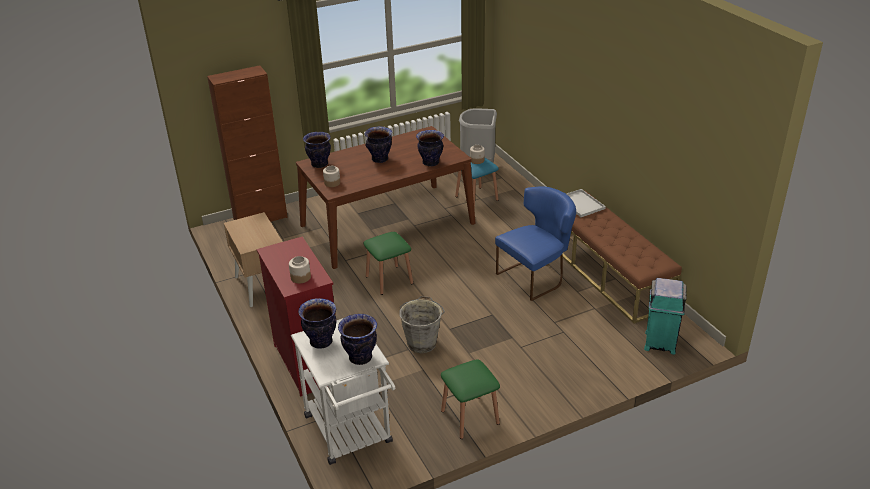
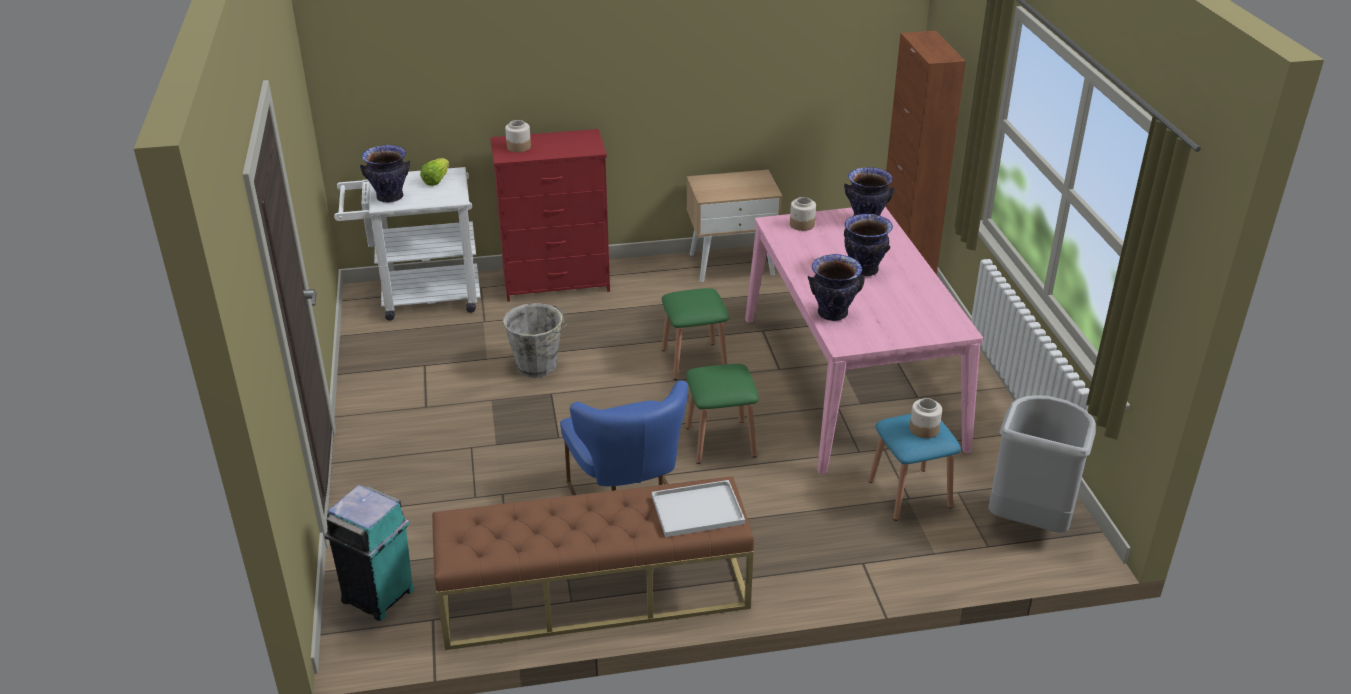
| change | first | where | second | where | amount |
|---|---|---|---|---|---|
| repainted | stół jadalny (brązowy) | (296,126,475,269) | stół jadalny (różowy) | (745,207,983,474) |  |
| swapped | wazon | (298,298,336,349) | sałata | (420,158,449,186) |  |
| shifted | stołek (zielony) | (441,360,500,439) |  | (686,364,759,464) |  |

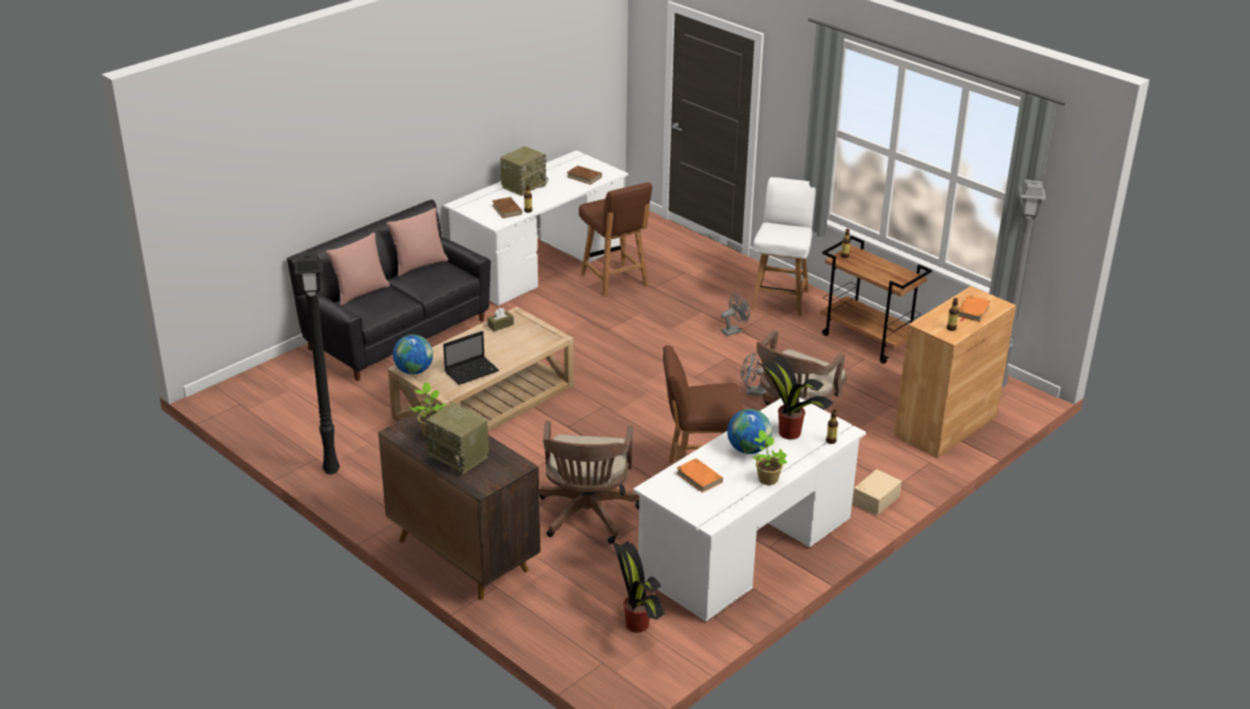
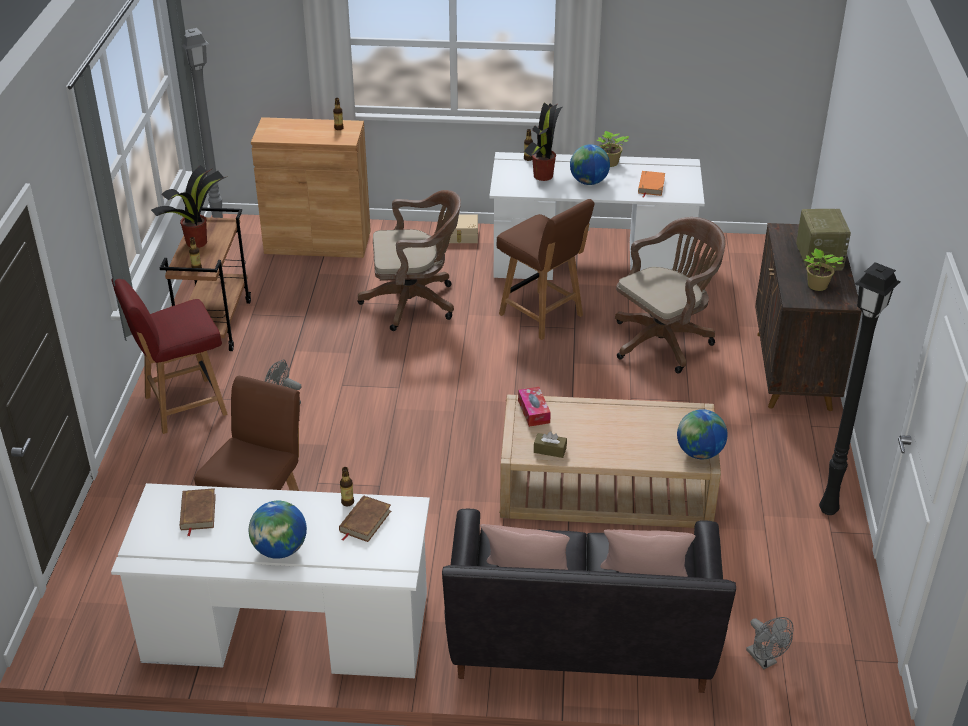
| change | first | where | second | where | amount |
|---|---|---|---|---|---|
| swapped | radio | (500,146,548,196) | globus | (249,501,307,559) |  |
| repainted | krzesło (biały) | (750,177,816,316) | krzesło (czerwony) | (111,279,228,434) |  |
| gone | książka (pomarańczowy) | (958,295,991,322) |  |  |  |
| gone | laptop | (443,331,499,385) |  |  |  |
| shifted | wentylator (szary) | (741,352,767,396) |  | (746,617,793,669) |  |
| shifted | roślina doniczkowa | (613,541,665,633) |  | (151,165,228,248) |  |
| new |  |  | pudełko chusteczek | (518,387,551,427) |  |

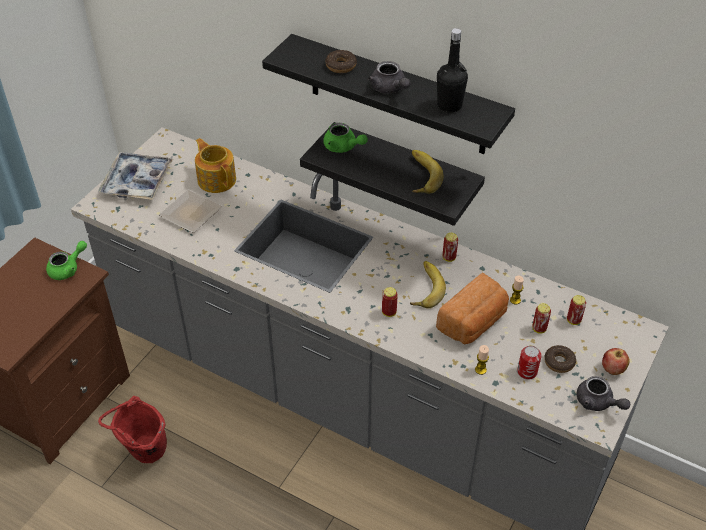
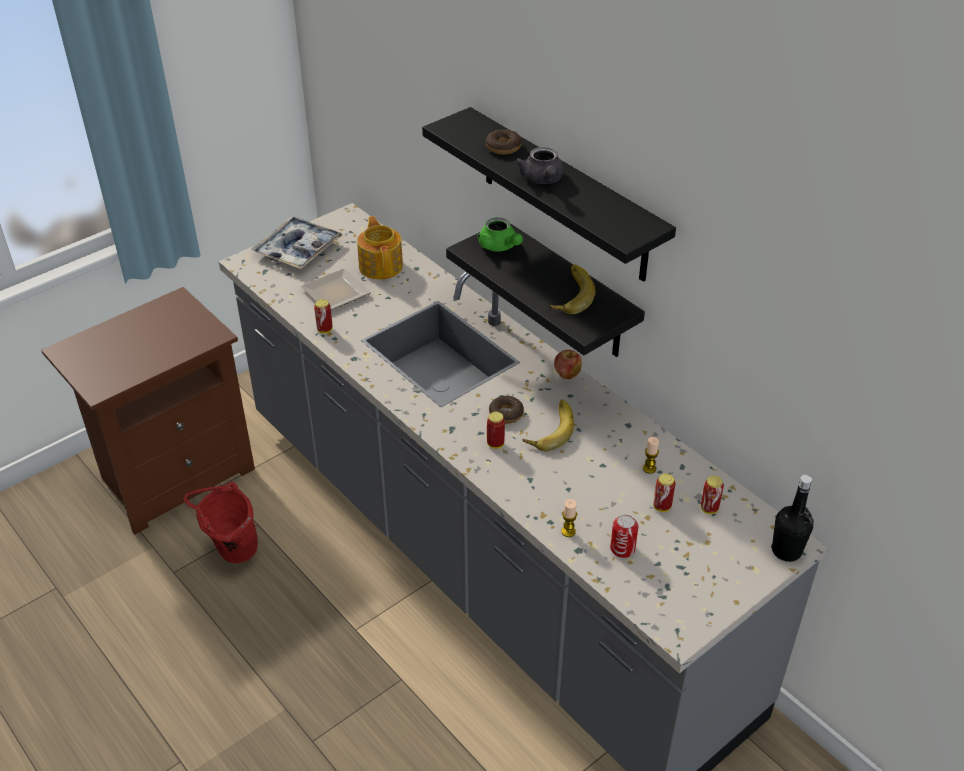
| change | first | where | second | where | amount |
|---|---|---|---|---|---|
| shifted | butelka (czarny) | (437,28,468,113) |  | (771,475,814,562) |  |
| shifted | puszka | (443,233,458,262) |  | (314,299,333,334) |  |
| gone | imbryk (zielony) | (46,241,87,280) |  |  |  |
| gone | chleb | (436,272,509,344) |  |  |  |
| shifted | donut | (544,345,576,373) |  | (489,396,524,424) |  |
| shifted | jabłko | (602,348,630,375) |  | (554,350,582,379) |  |
| gone | imbryk (szary) | (577,376,630,411) |  |  |  |

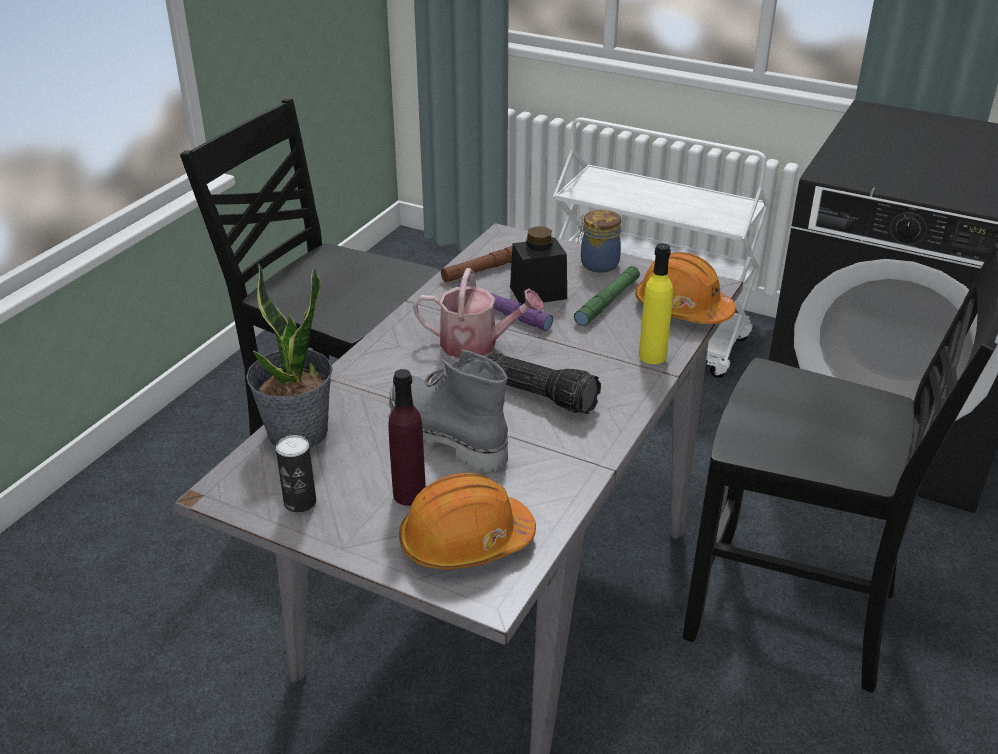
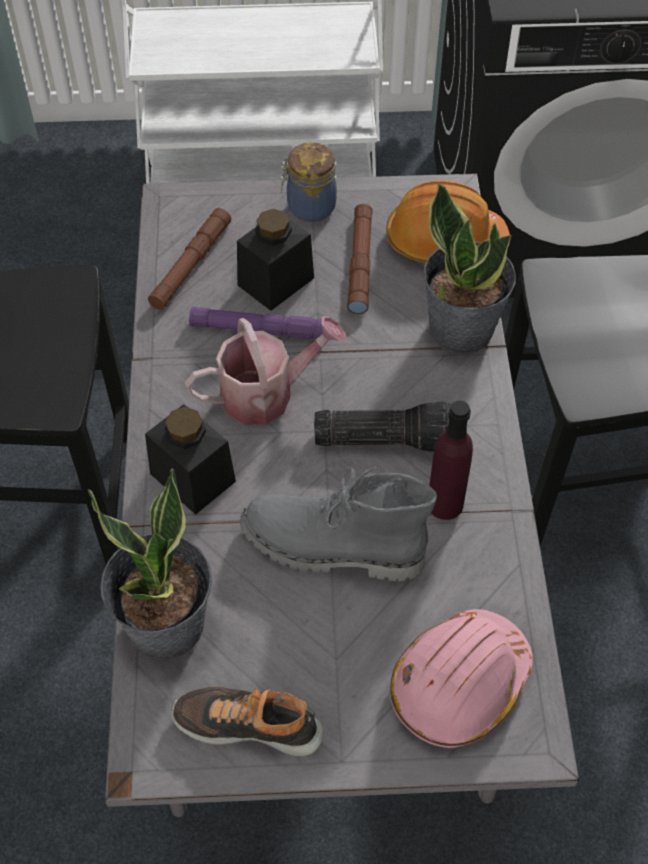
| change | first | where | second | where | amount |
|---|---|---|---|---|---|
| swapped | butelka (żółty) | (639,243,673,364) | roślina doniczkowa | (423,183,516,354) |  |
| repainted | latarka (zielony) | (574,266,640,326) | latarka (brązowy) | (347,204,373,314) |  |
| shifted | butelka (fioletowy) | (388,369,426,506) |  | (429,401,473,520) |  |
| swapped | puszka | (276,435,316,512) | but | (171,687,324,756) |  |
| repainted | kask (pomarańczowy) | (399,473,536,569) | kask (różowy) | (390,609,533,748) |  |
| new |  |  | słoik (czarny) | (145,404,236,515) |  |

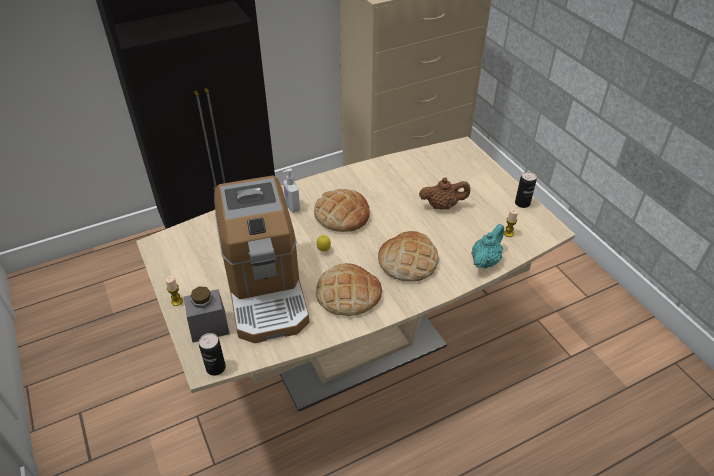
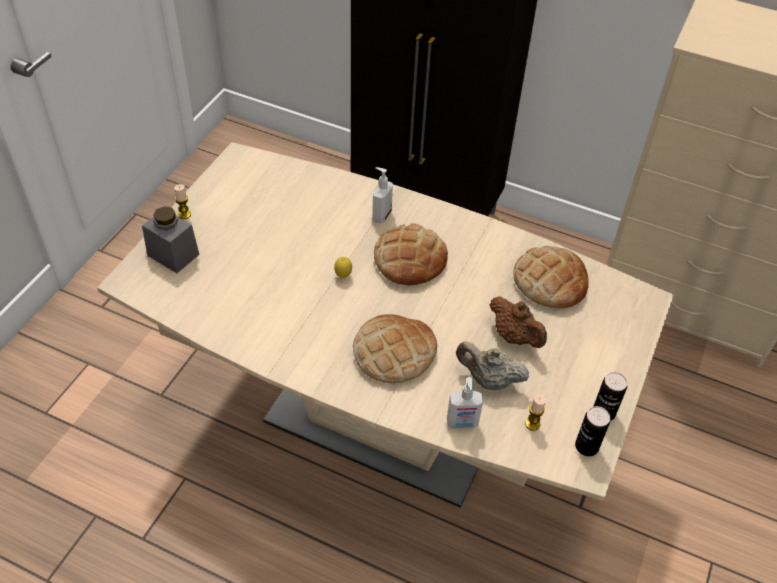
| change | first | where | second | where | amount |
|---|---|---|---|---|---|
| gone | ekspres do kawy | (214,176,309,343) |  |  |  |
| swapped | imbryk (turkusowy) | (471,224,504,269) | dozownik mydła | (447,377,483,429) |  |
| shifted | chleb | (316,263,382,316) |  | (514,246,589,308) |  |
| shifted | puszka | (199,333,226,376) |  | (575,406,610,456) |  |
| new |  |  | imbryk (beżowy) | (456,341,530,391) |  |

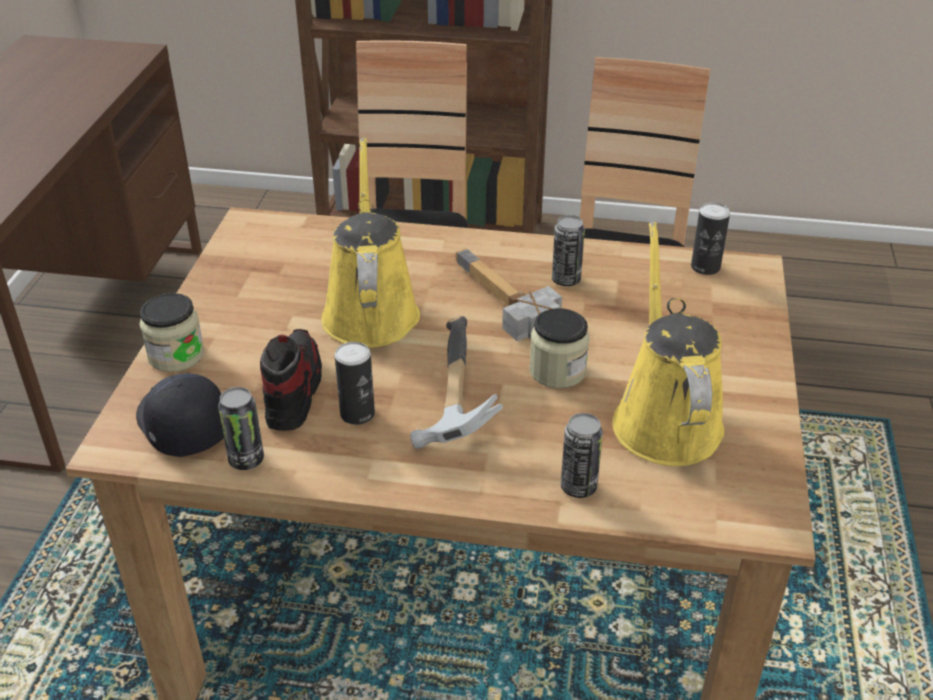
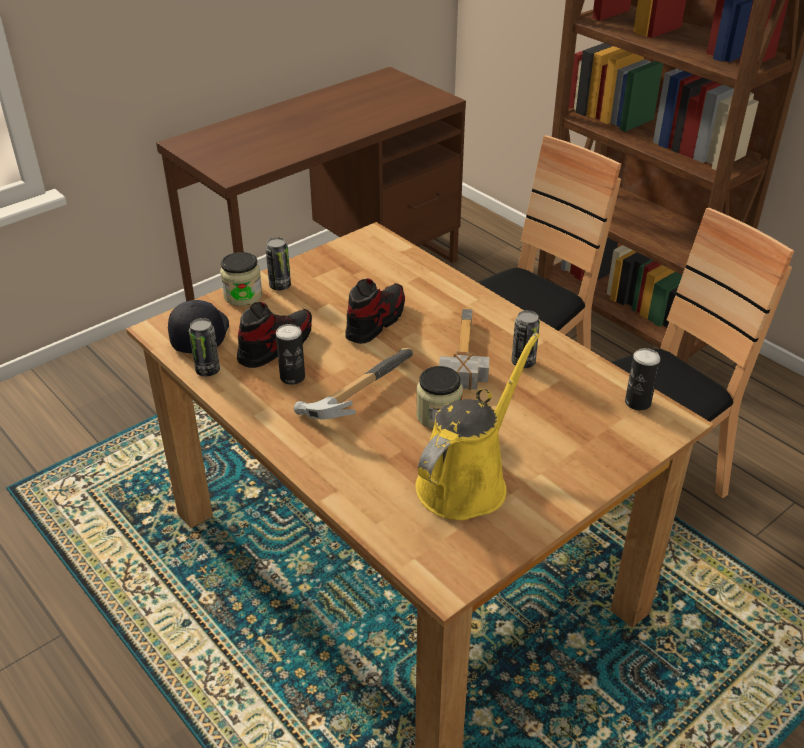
| change | first | where | second | where | amount |
|---|---|---|---|---|---|
| swapped | konewka (żółty) | (321,138,420,348) | but | (345,278,405,344) |  |
| shifted | puszka | (561,413,603,498) |  | (265,237,291,290) |  |

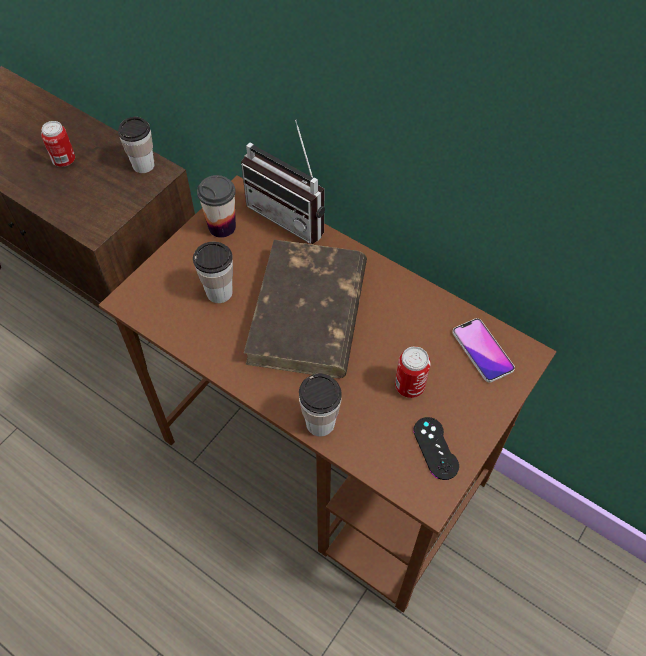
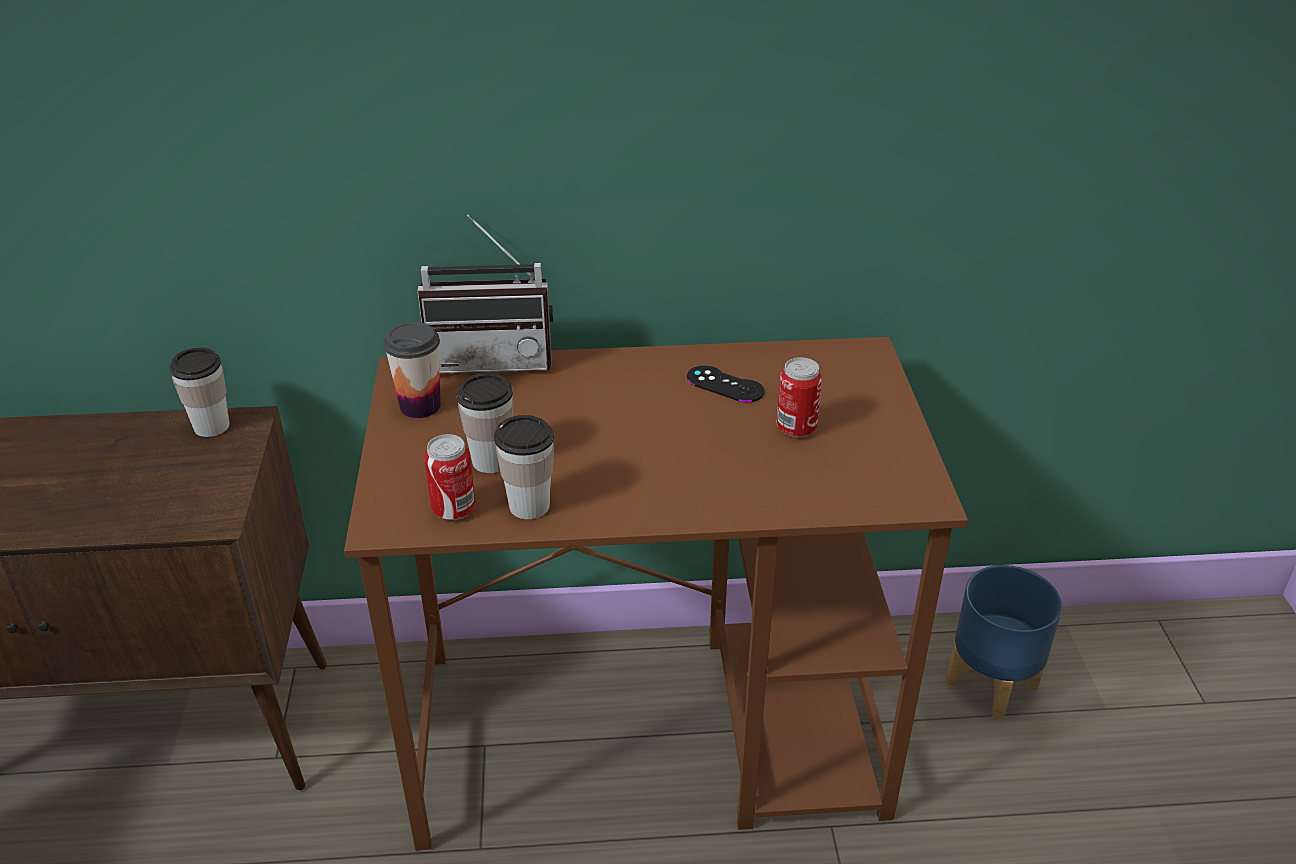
| change | first | where | second | where | amount |
|---|---|---|---|---|---|
| shifted | puszka | (41,121,75,167) |  | (424,434,475,520) |  |
| gone | książka (brązowy) | (244,239,367,378) |  |  |  |
| gone | telefon | (452,318,515,383) |  |  |  |
| shifted | filiżanka | (299,374,342,436) |  | (494,415,554,519) |  |
| shifted | pad do gier (czarny) | (413,417,459,480) |  | (687,366,765,403) |  |
| new |  |  | donica (niebieski) | (946,565,1062,719) |  |

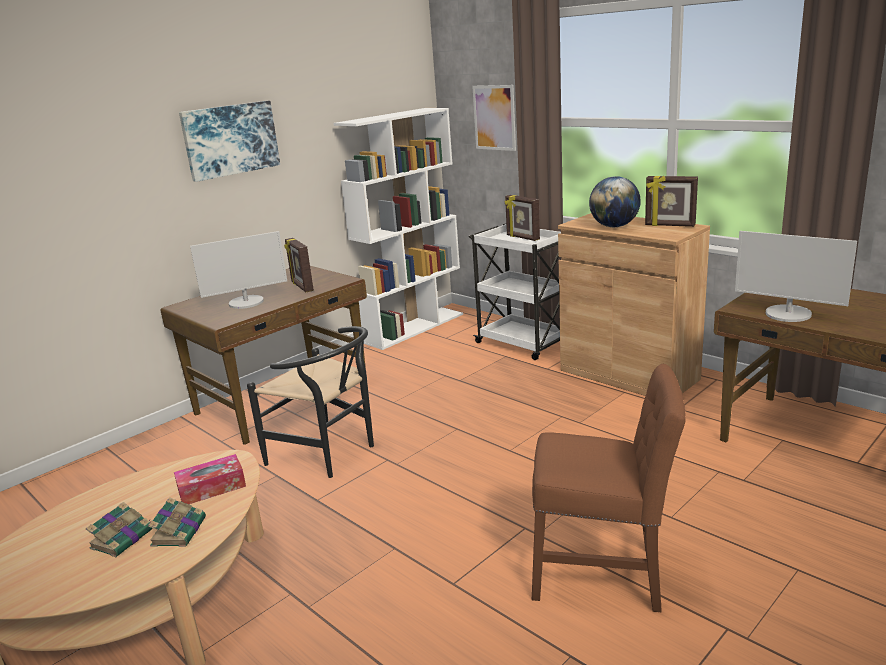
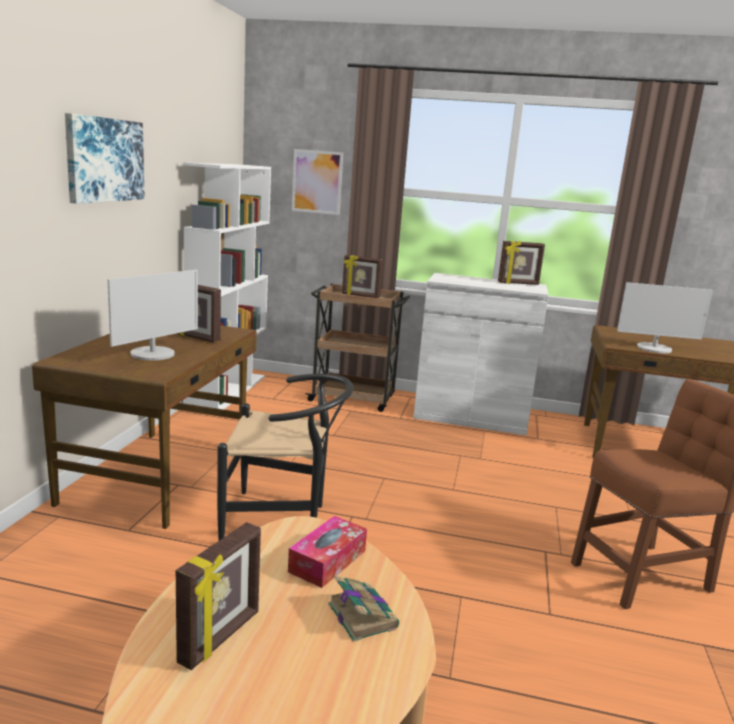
| change | first | where | second | where | amount |
|---|---|---|---|---|---|
| gone | globus | (589,176,641,227) |  |  |  |
| repainted | szafka (brązowy) | (558,213,710,396) | szafka (biały) | (413,273,549,436) |  |
| repainted | wózek (biały) | (469,223,561,360) | wózek (brązowy) | (305,283,410,412) |  |
| gone | książka | (86,502,153,557) |  |  |  |
| new |  |  | ramka na zdjęcie | (176,522,261,670) |  |

